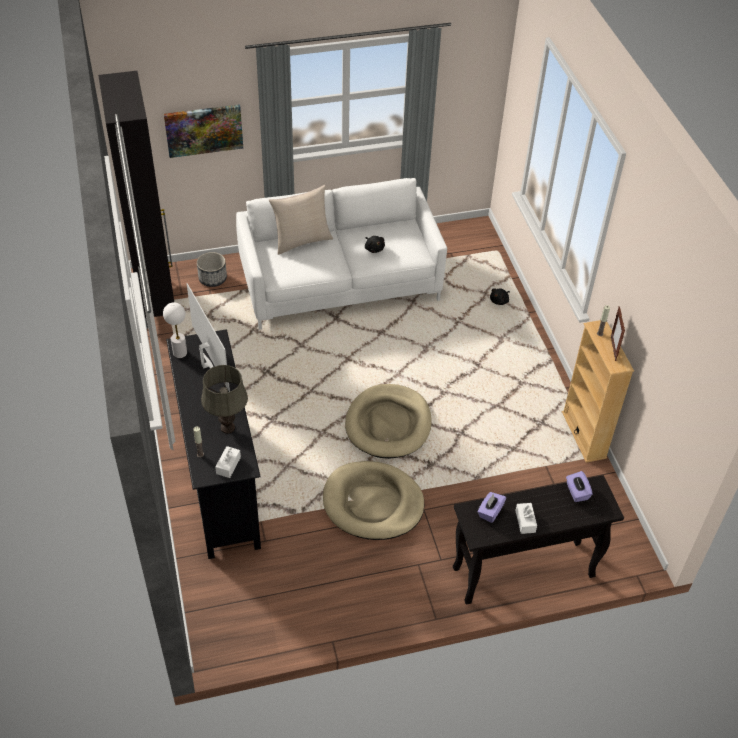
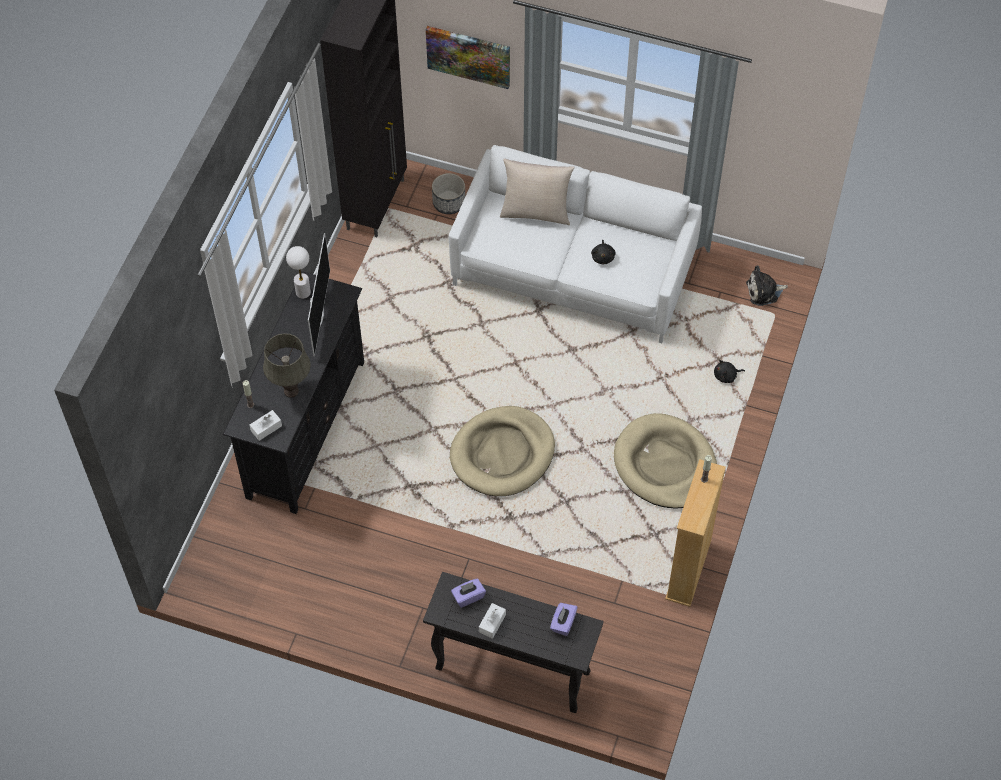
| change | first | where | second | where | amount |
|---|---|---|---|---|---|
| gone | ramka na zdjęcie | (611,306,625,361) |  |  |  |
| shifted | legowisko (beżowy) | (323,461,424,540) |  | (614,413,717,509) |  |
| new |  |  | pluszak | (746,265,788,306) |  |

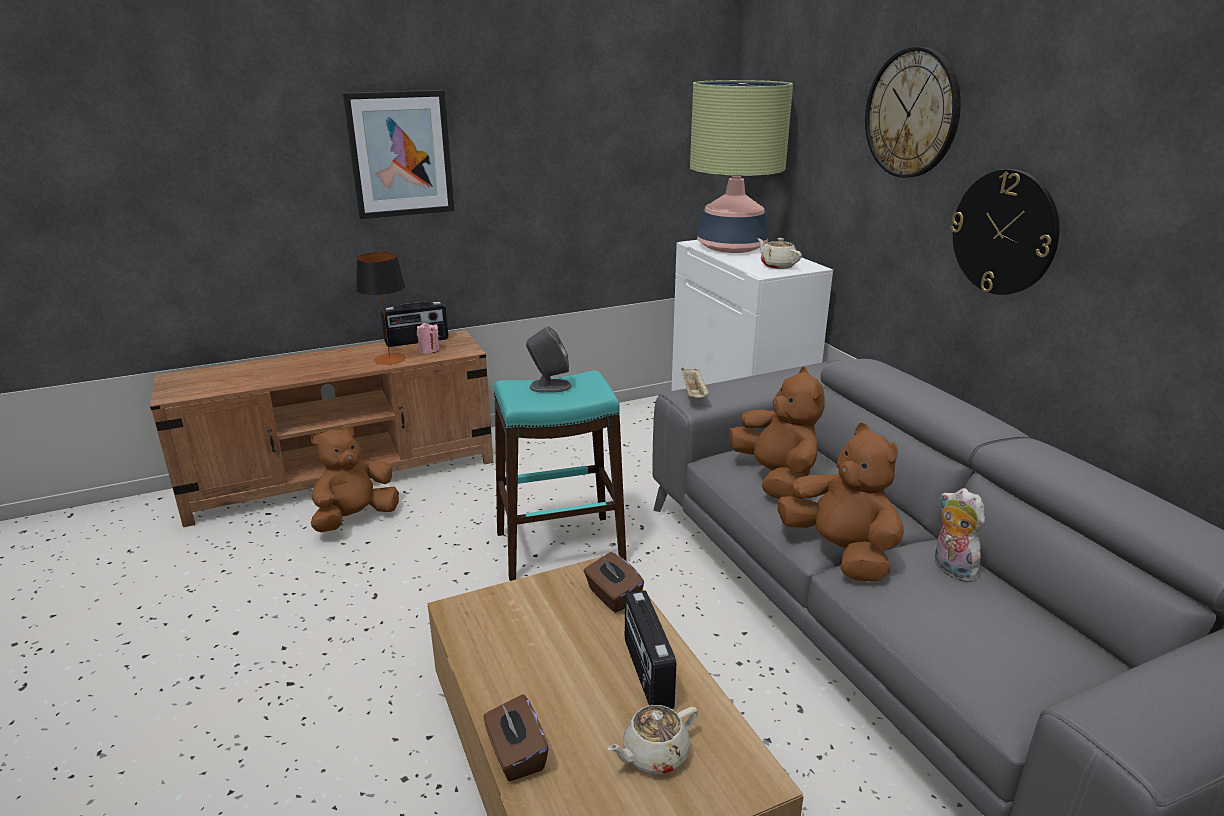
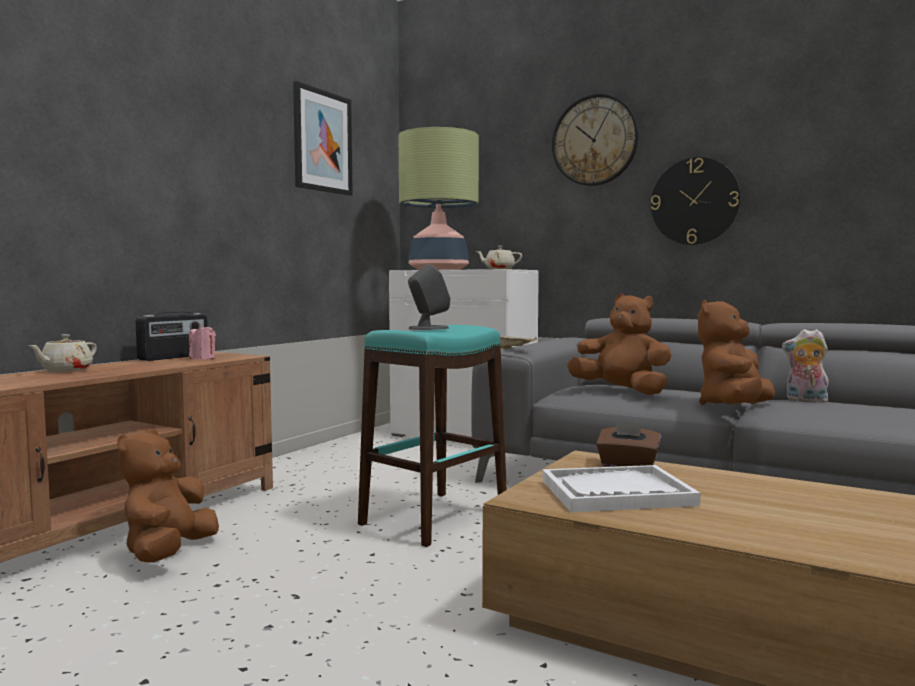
| change | first | where | second | where | amount |
|---|---|---|---|---|---|
| shifted | obraz | (343,90,454,219) |  | (293,81,353,196) |  |
| gone | lampa stołowa | (356,252,406,365) |  |  |  |
| rotated | pluszak (brązowy) | (778,423,904,582) |  | (698,300,775,405) | 75 degrees counterclockwise |
| gone | radio | (625,591,676,709) |  |  |  |
| gone | pudełko chusteczek (brązowy) | (483,694,549,781) |  |  |  |
| shifted | imbryk (beżowy) | (608,705,698,774) |  | (28,334,97,372) |  |
| new |  |  | taca (biały) | (542,465,700,512) |  |

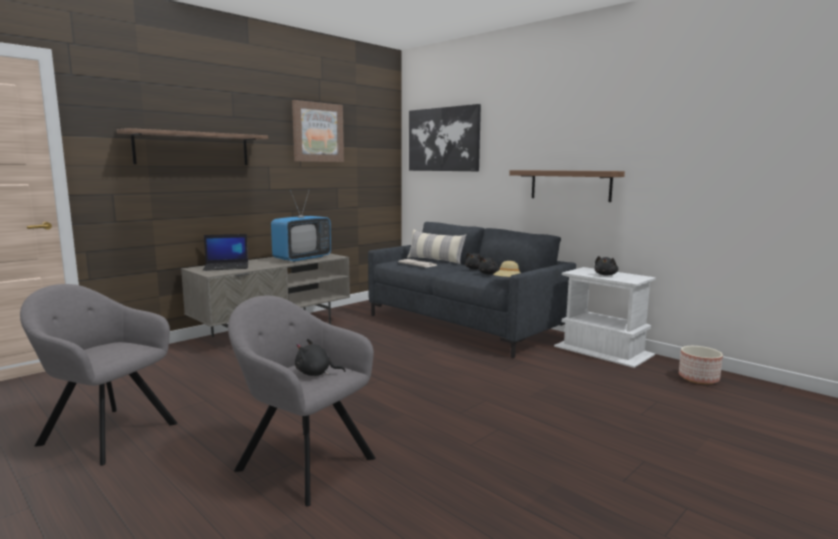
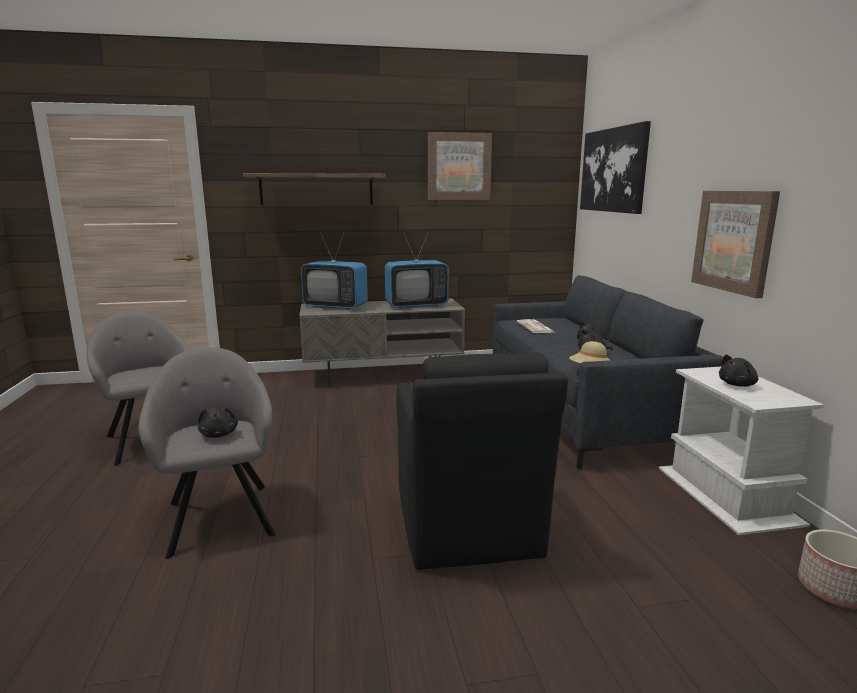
| change | first | where | second | where | amount |
|---|---|---|---|---|---|
| swapped | półka | (509,170,625,202) | obraz | (691,191,780,298) |  |
| gone | poduszka | (407,229,467,265) |  |  |  |
| swapped | laptop | (203,234,248,271) | telewizor | (301,232,368,310) |  |
| rotated | pluszak (czarny) | (295,339,346,376) |  | (198,407,238,438) | 150 degrees counterclockwise |
| new |  |  | fotel (czarny) | (396,353,568,570) |  |

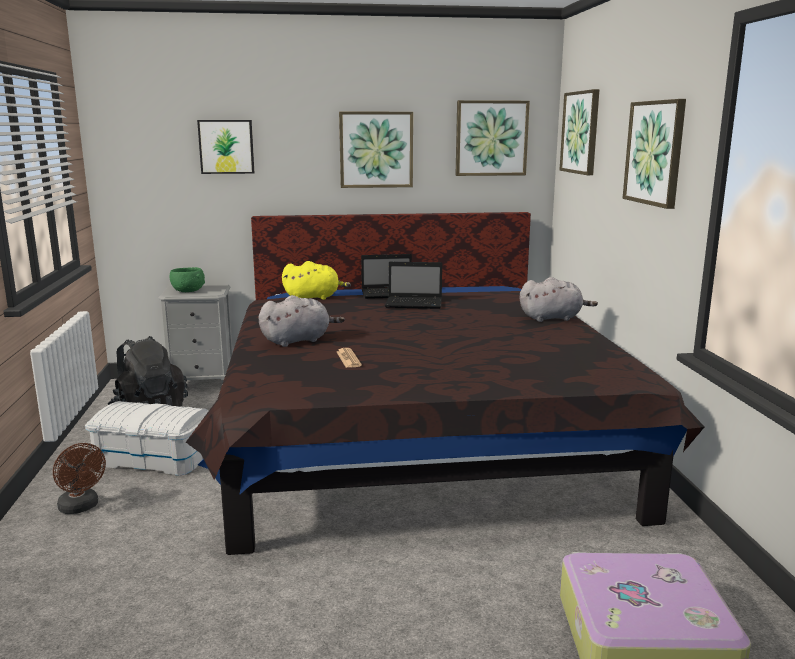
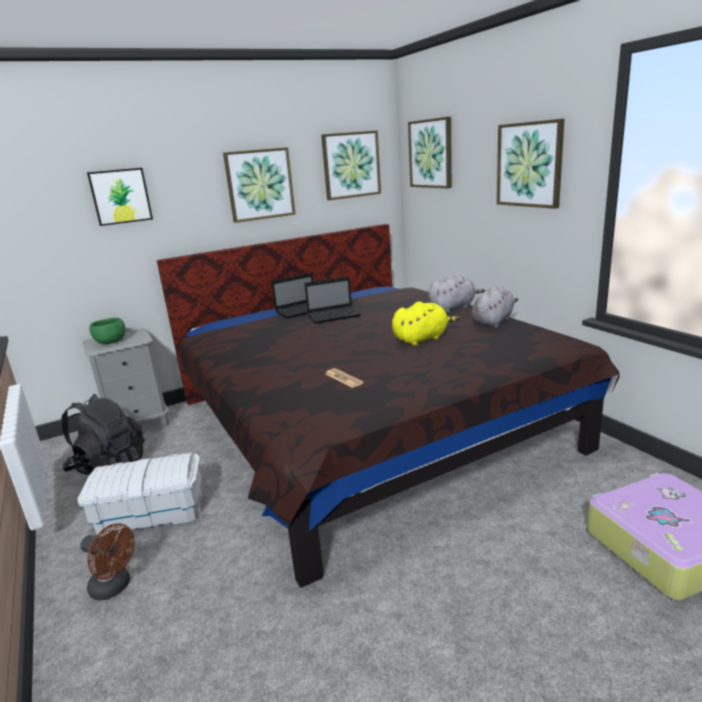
| change | first | where | second | where | amount |
|---|---|---|---|---|---|
| shifted | pluszak (żółty) | (282,261,351,300) |  | (392,301,460,346) |  |
| shifted | pluszak (szary) | (259,295,345,347) |  | (472,286,519,328) |  |

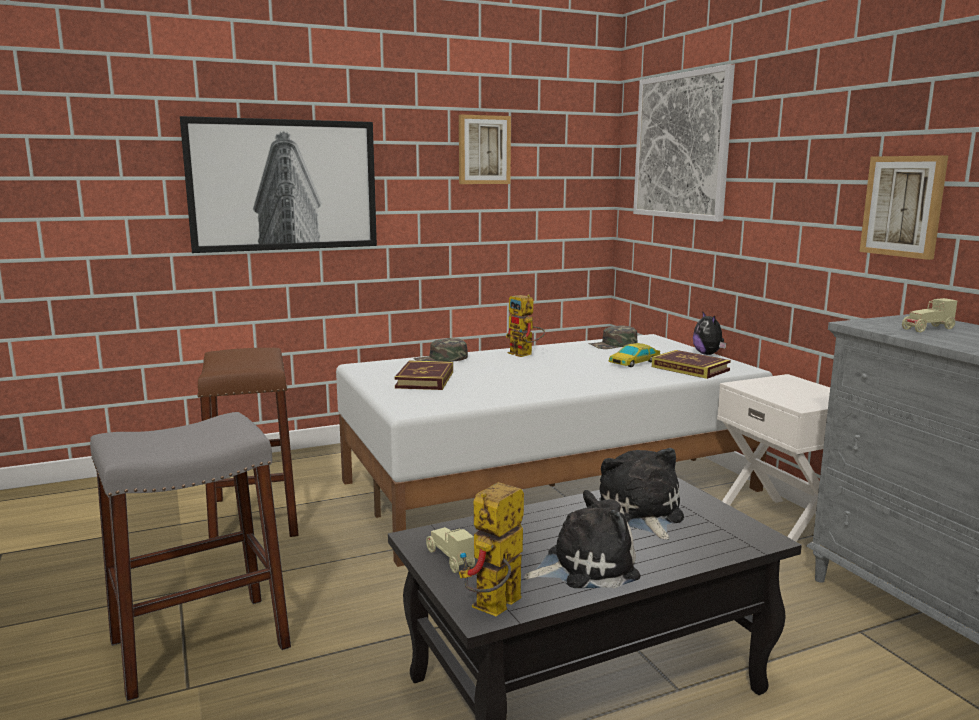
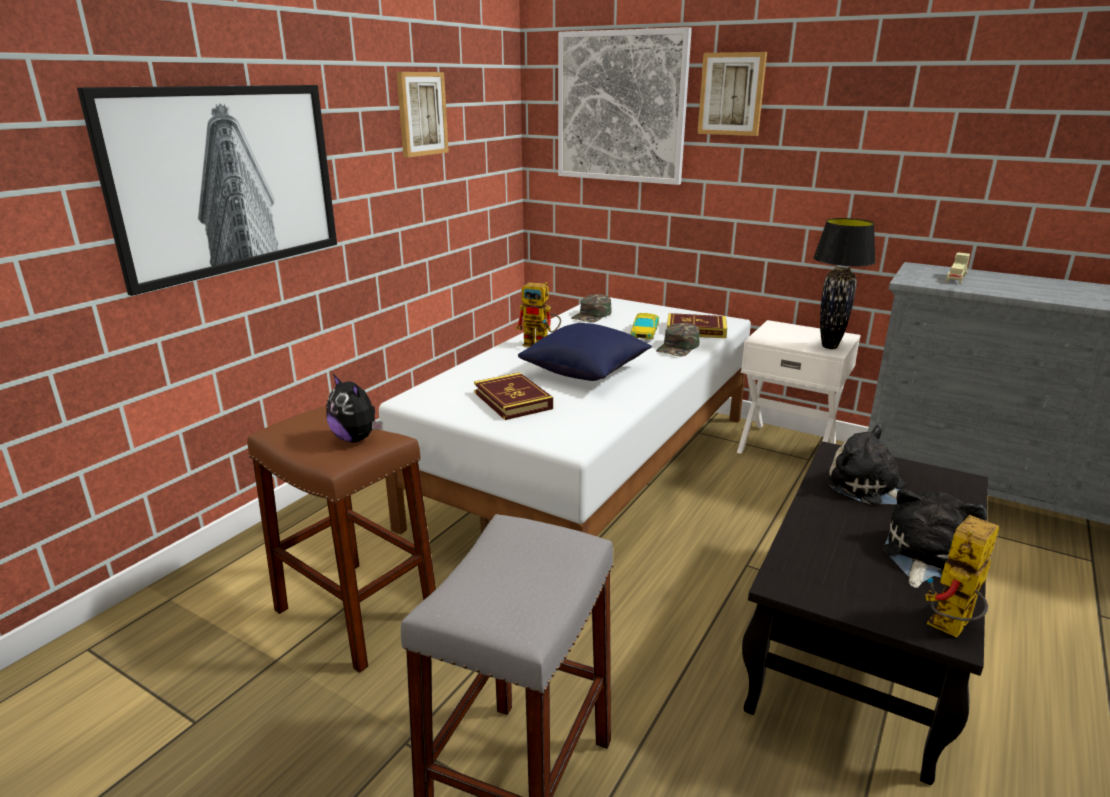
| change | first | where | second | where | amount |
|---|---|---|---|---|---|
| shifted | obraz | (859,155,948,260) |  | (697,52,767,136) |  |
| shifted | pluszak | (693,311,726,355) |  | (326,374,383,443) |  |
| shifted | czapka z daszkiem (zielony) | (413,338,468,362) |  | (656,323,700,356) |  |
| rotated | robot zabawkowy | (459,482,524,616) |  | (925,515,999,637) | 45 degrees clockwise |
| gone | samochodzik (beżowy) | (426,527,475,573) |  |  |  |
| new |  |  | lampa stołowa (czarny) | (813,218,876,349) |  |
| new |  |  | poduszka (niebieski) | (518,323,652,381) |  |

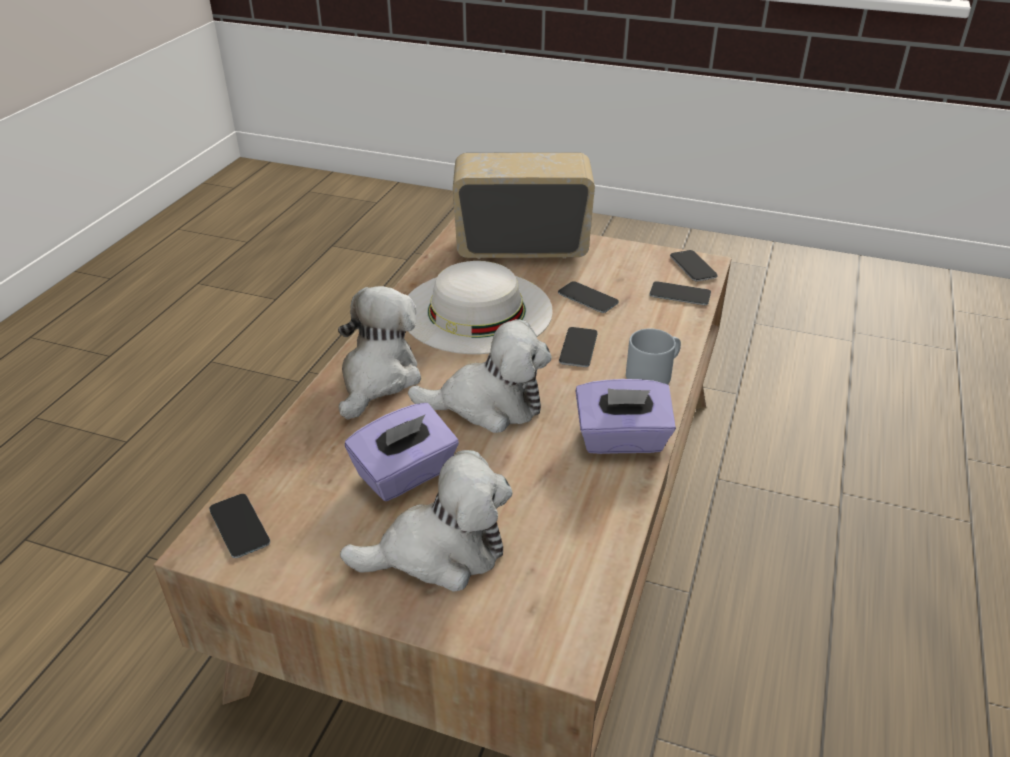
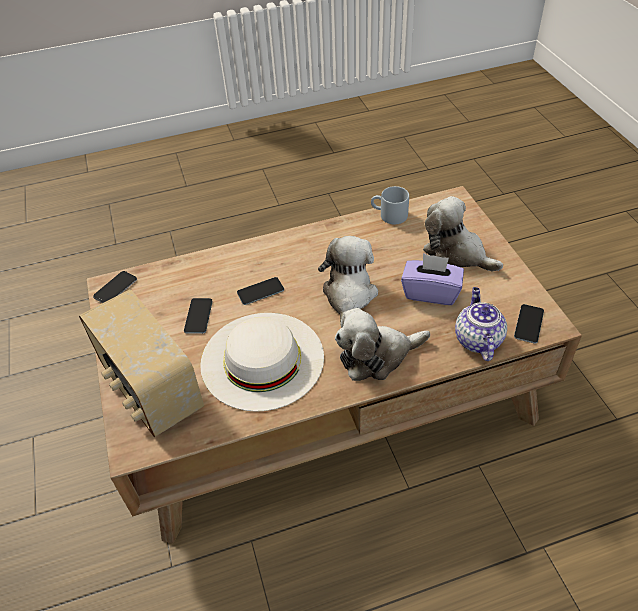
| change | first | where | second | where | amount |
|---|---|---|---|---|---|
| gone | telefon | (650,281,711,305) |  |  |  |
| rotated | pluszak | (408,319,552,433) |  | (318,236,378,328) | 45 degrees clockwise |
| shifted | kubek (szary) | (626,328,681,384) |  | (371,186,409,224) |  |
| gone | pudełko chusteczek (fioletowy) | (576,379,676,454) |  |  |  |
| new |  |  | imbryk | (455,287,507,361) |  |

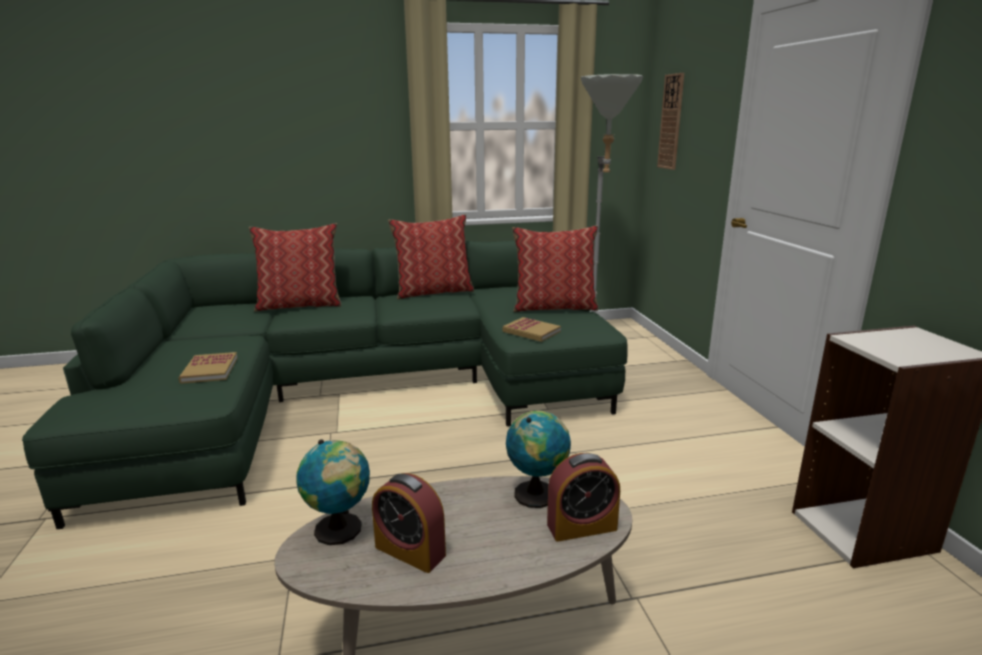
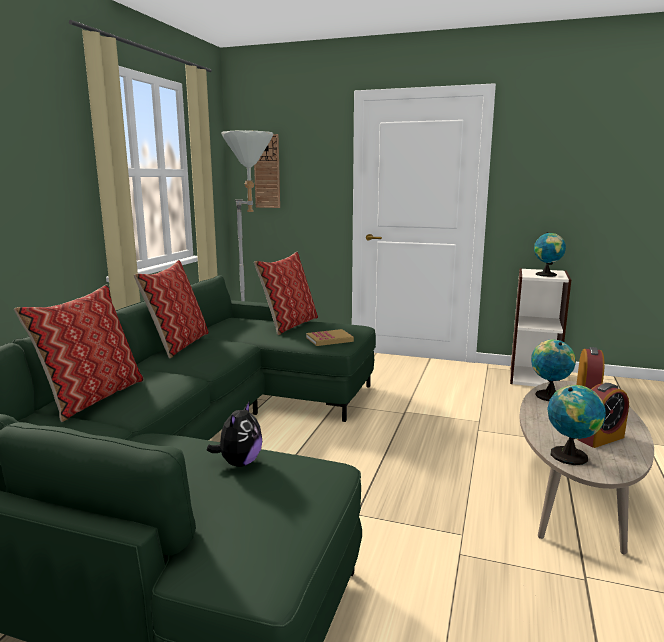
| change | first | where | second | where | amount |
|---|---|---|---|---|---|
| swapped | książka | (179,352,238,384) | pluszak | (207,401,262,467) |  |
| new |  |  | globus | (534,232,566,277) |  |

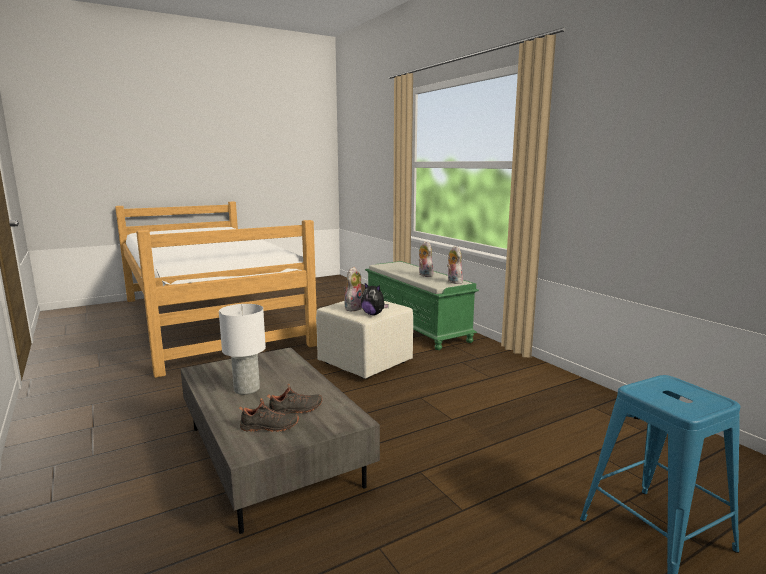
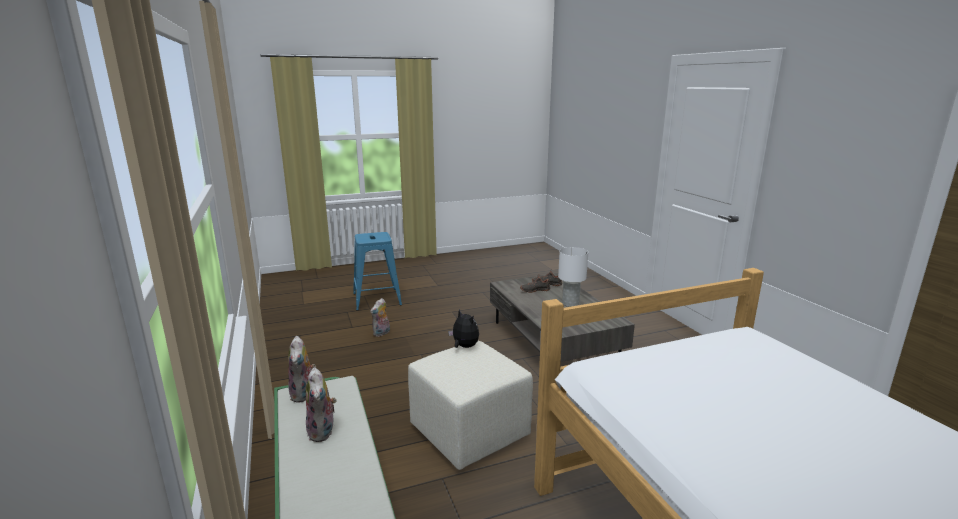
| change | first | where | second | where | amount |
|---|---|---|---|---|---|
| shifted | pluszak | (343,267,362,311) |  | (370,298,390,337) |  |

